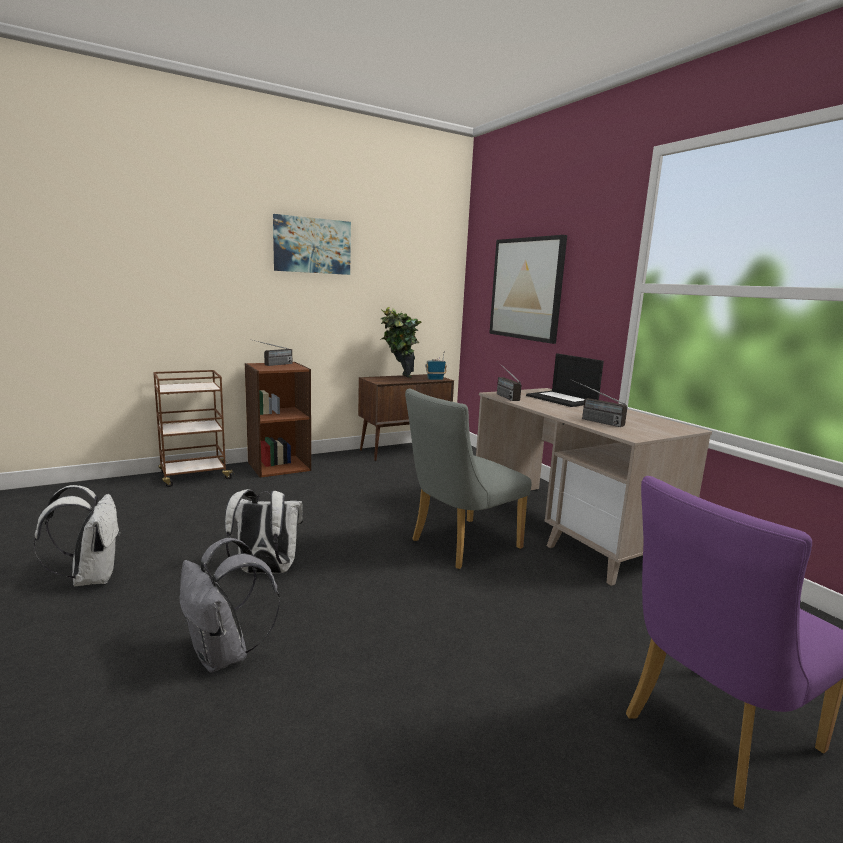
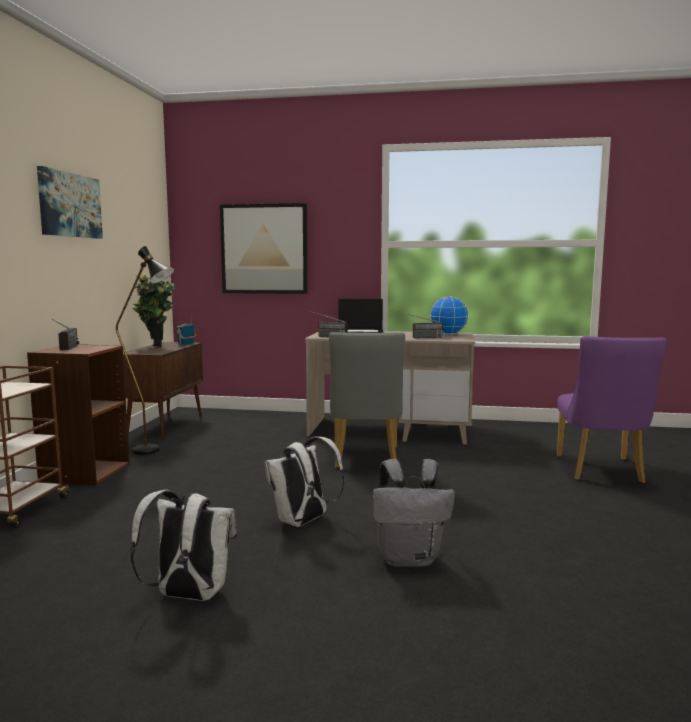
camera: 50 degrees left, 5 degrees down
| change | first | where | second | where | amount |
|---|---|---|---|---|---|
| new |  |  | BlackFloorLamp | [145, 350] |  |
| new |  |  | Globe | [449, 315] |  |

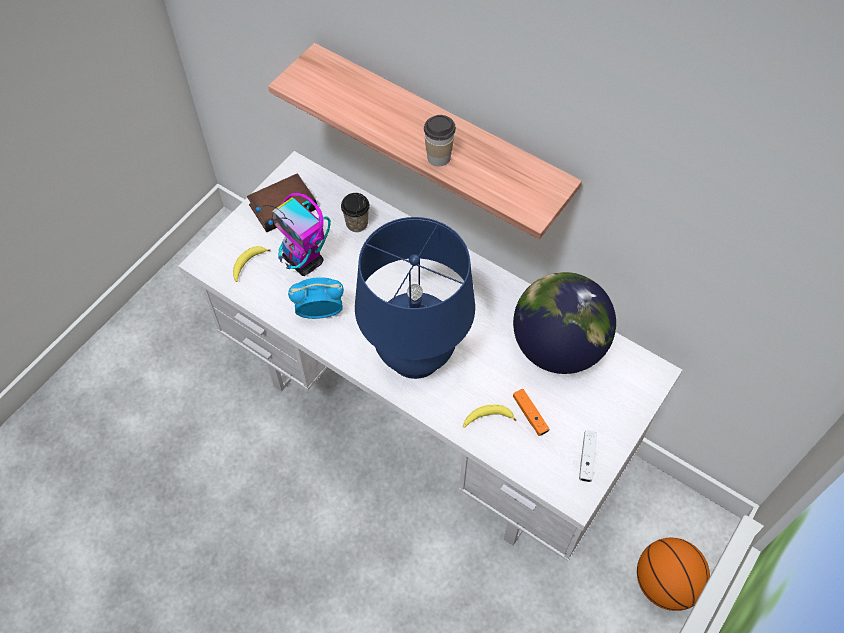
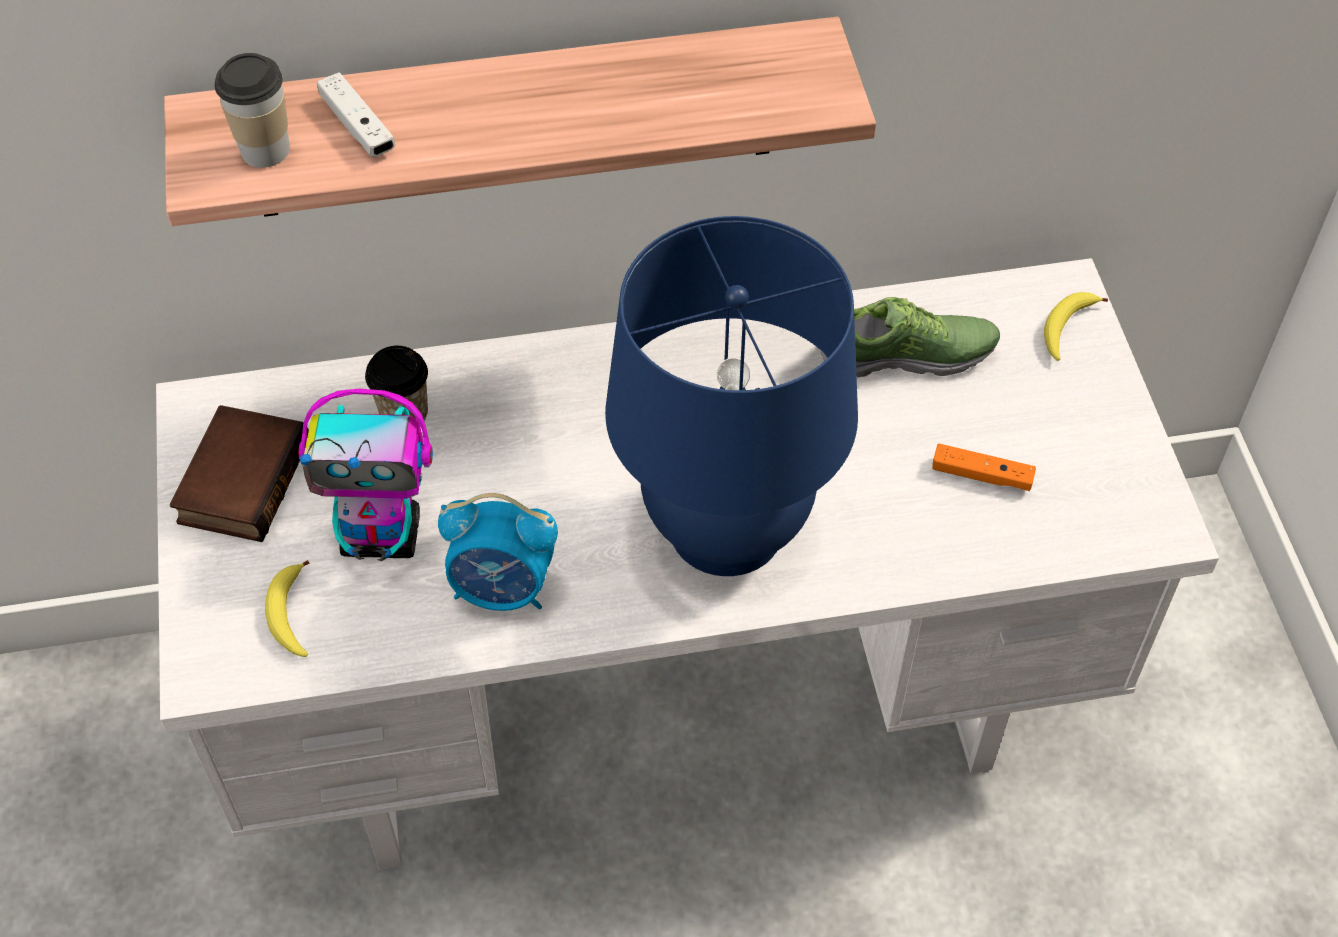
camera: 45 degrees left, 5 degrees down
| change | first | where | second | where | amount |
|---|---|---|---|---|---|
| gone | Basketball | [673, 574] |  |  |  |
| shifted | Cup | [440, 140] |  | [252, 110] |  |
| shifted | Banana | [490, 416] |  | [1076, 326] |  |
| shifted | WhiteGameController | [588, 456] |  | [356, 114] |  |
| swapped | Globe | [564, 323] | Shoe | [910, 337] |  |
| rotated | AlarmClock | [316, 298] |  | [498, 552] | 120 degrees counterclockwise |

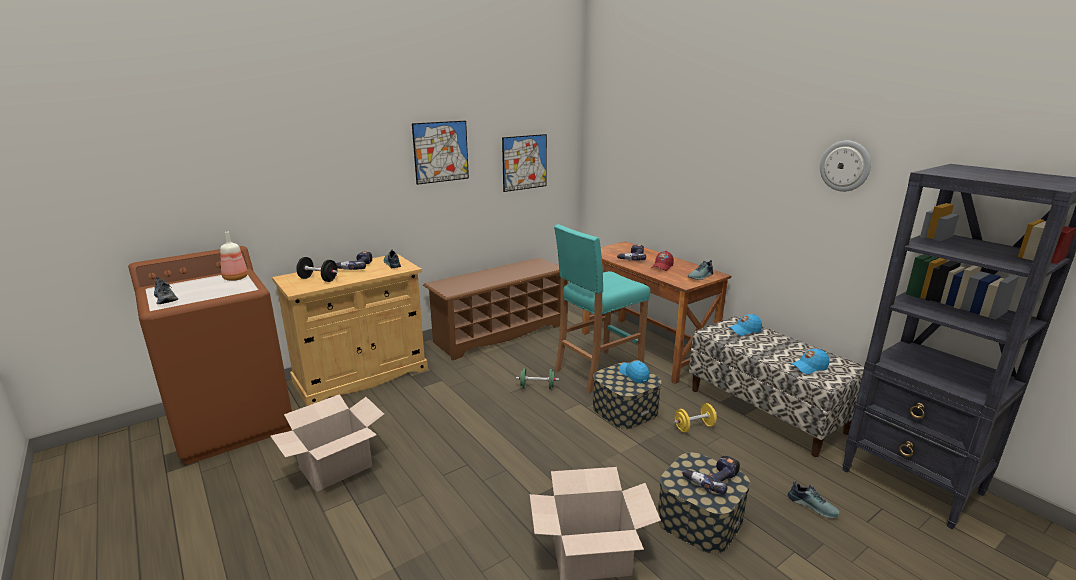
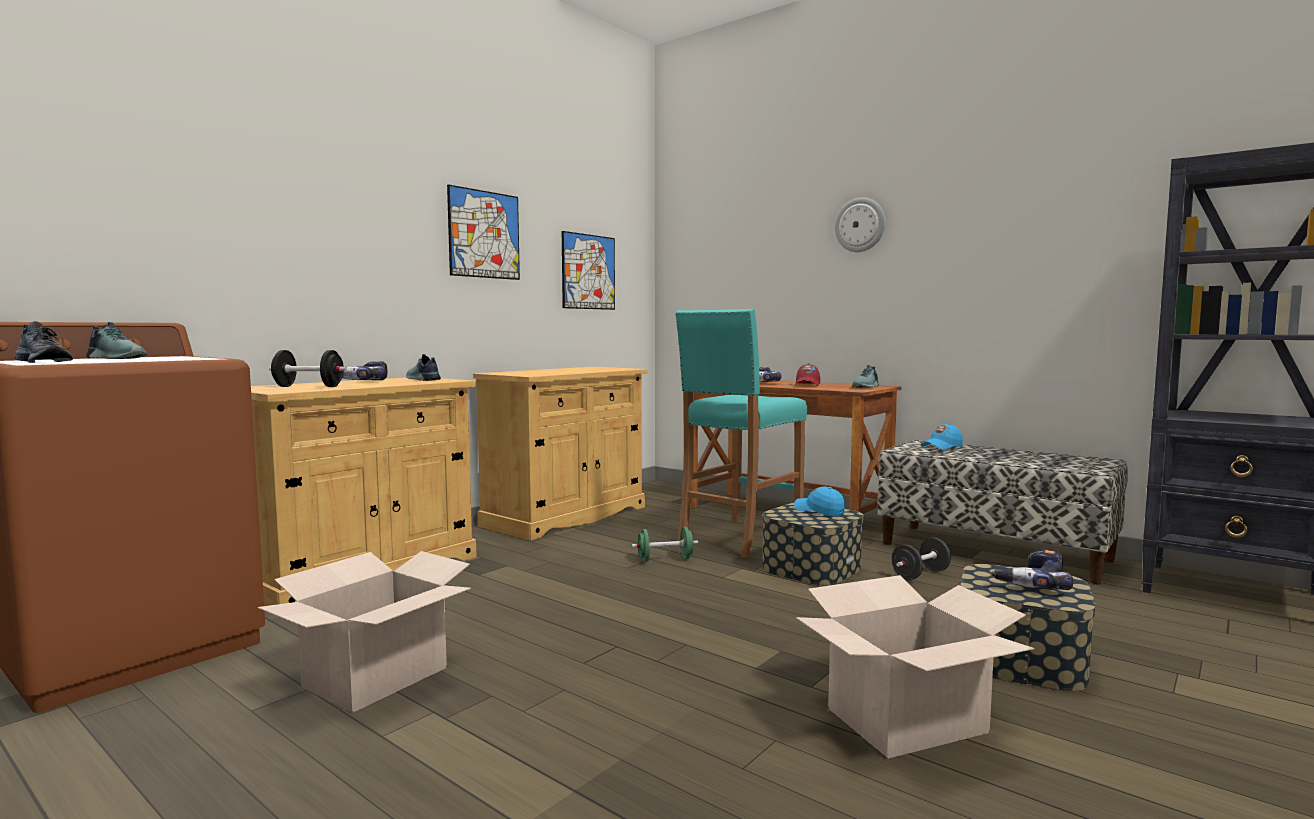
camera: 15 degrees left, 15 degrees down
| change | first | where | second | where | amount |
|---|---|---|---|---|---|
| gone | Bottle | [234, 256] |  |  |  |
| gone | BlueCap | [809, 361] |  |  |  |
| shifted | Shoe | [814, 499] |  | [116, 340] |  |
| shifted | WallClock | [845, 166] |  | [860, 224] |  |
| swapped | BrownShoeRack | [492, 309] | BeigeCabinet | [560, 453] |  |
| repainted | YellowDumbbell | [695, 418] | BlackDumbbell | [921, 558] |  |

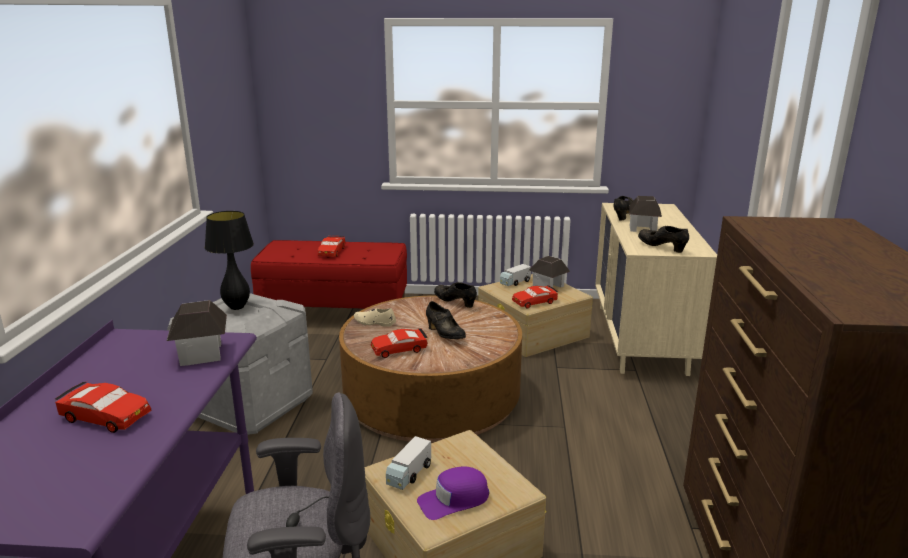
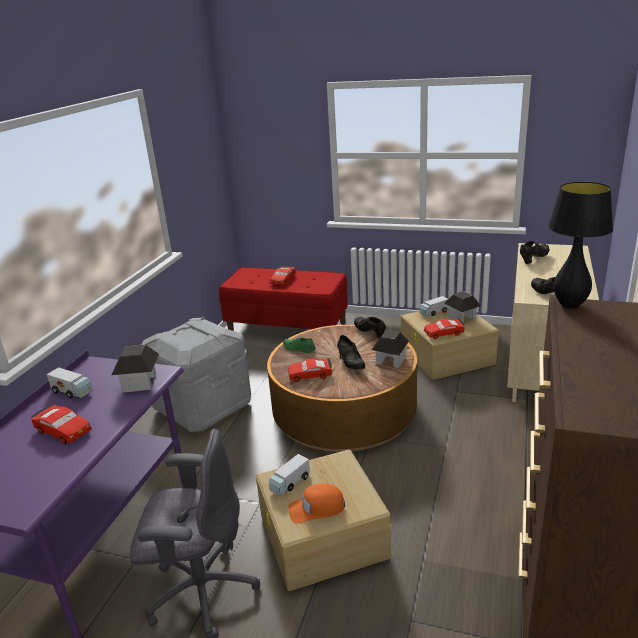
camera: 15 degrees right, 5 degrees up
| change | first | where | second | where | amount |
|---|---|---|---|---|---|
| new |  |  | ToyTruck | [70, 382] |  |
| shifted | BlackTableLamp | [229, 260] |  | [580, 245] |  |
| shifted | ToyHouse | [645, 214] |  | [390, 349] |  |
| repainted | BeigeShoe | [375, 317] | GreenShoe | [299, 345] |  |
| repainted | PurpleCap | [453, 493] | OrangeCap | [316, 503] |  |

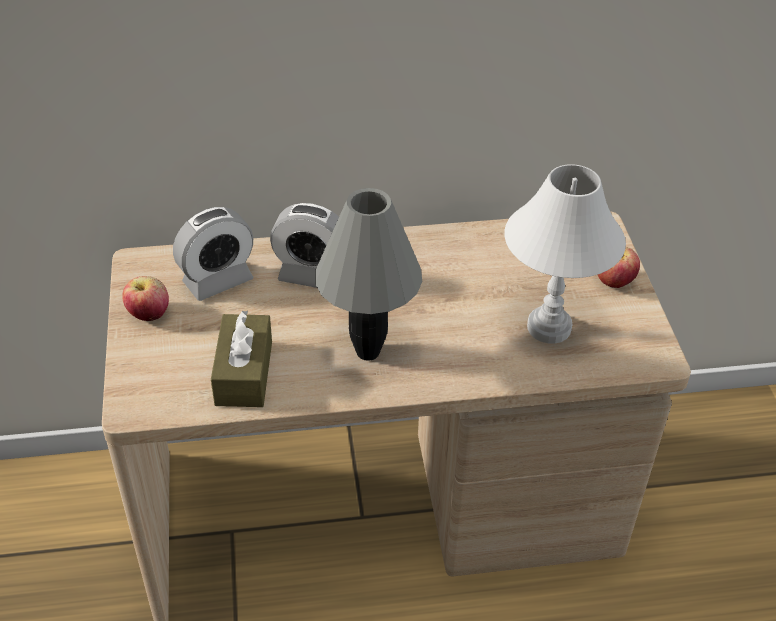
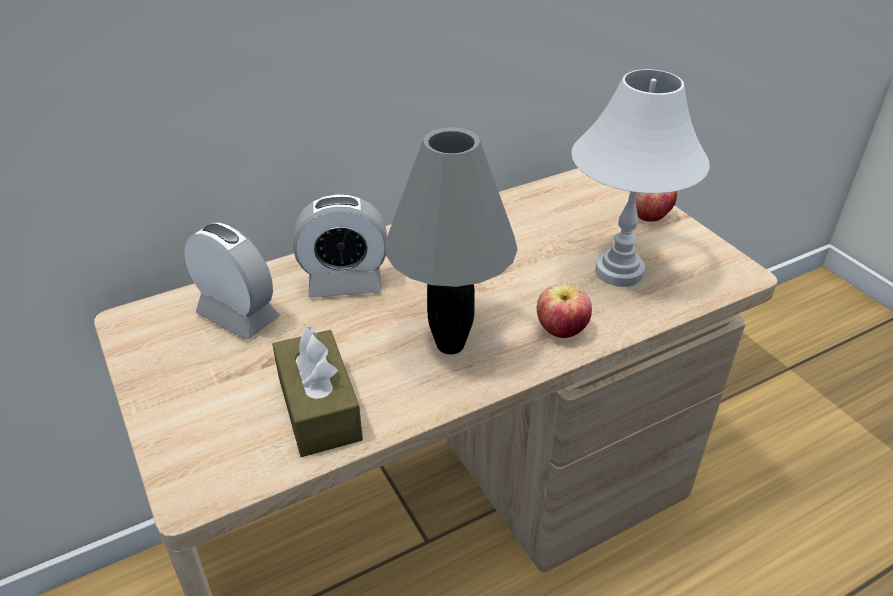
camera: 20 degrees left, 5 degrees down
| change | first | where | second | where | amount |
|---|---|---|---|---|---|
| shifted | Apple | [145, 298] |  | [564, 311] |  |
| rotated | AlarmClock | [213, 254] |  | [232, 281] | 90 degrees counterclockwise |

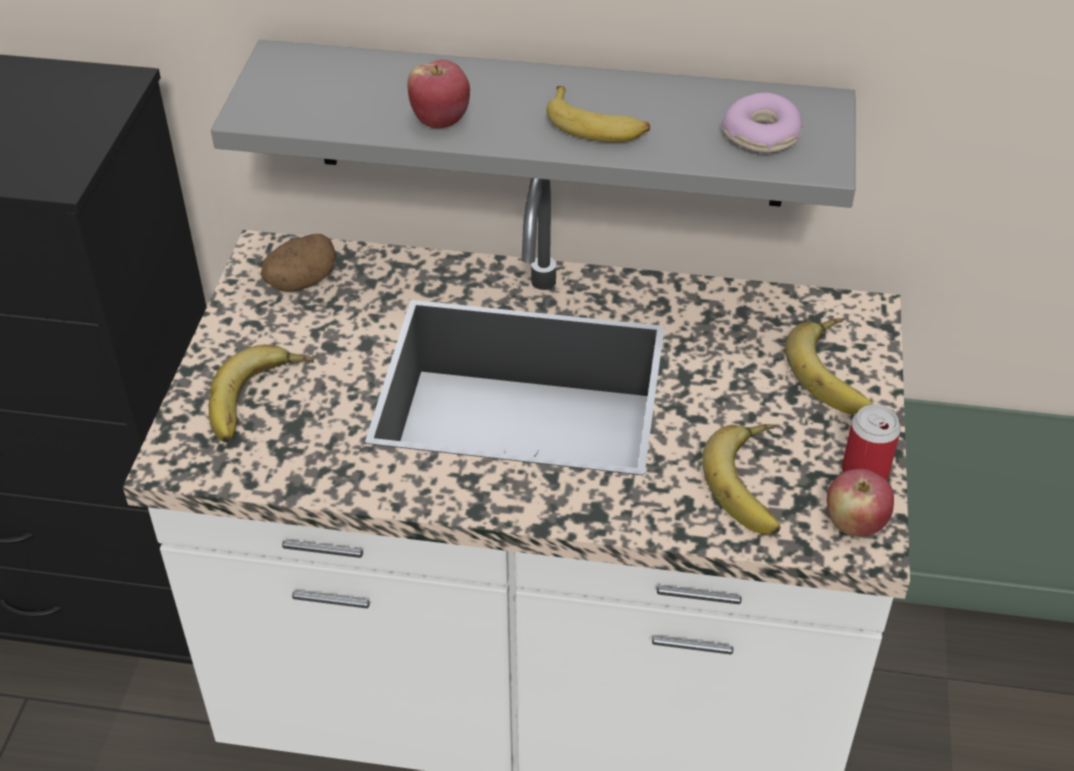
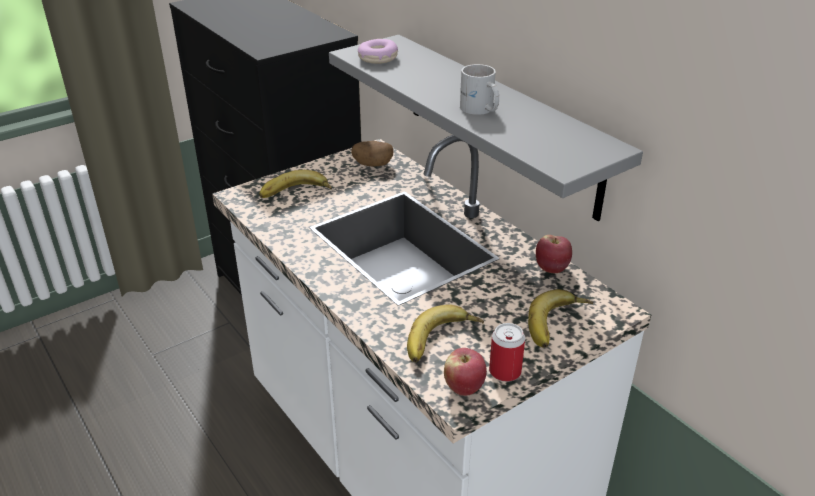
camera: 45 degrees right, 10 degrees down
| change | first | where | second | where | amount |
|---|---|---|---|---|---|
| shifted | Apple | [438, 93] |  | [554, 254] |  |
| shifted | Donut | [762, 122] |  | [378, 51] |  |
| swapped | Banana | [598, 114] | WhiteMug | [479, 89] |  |

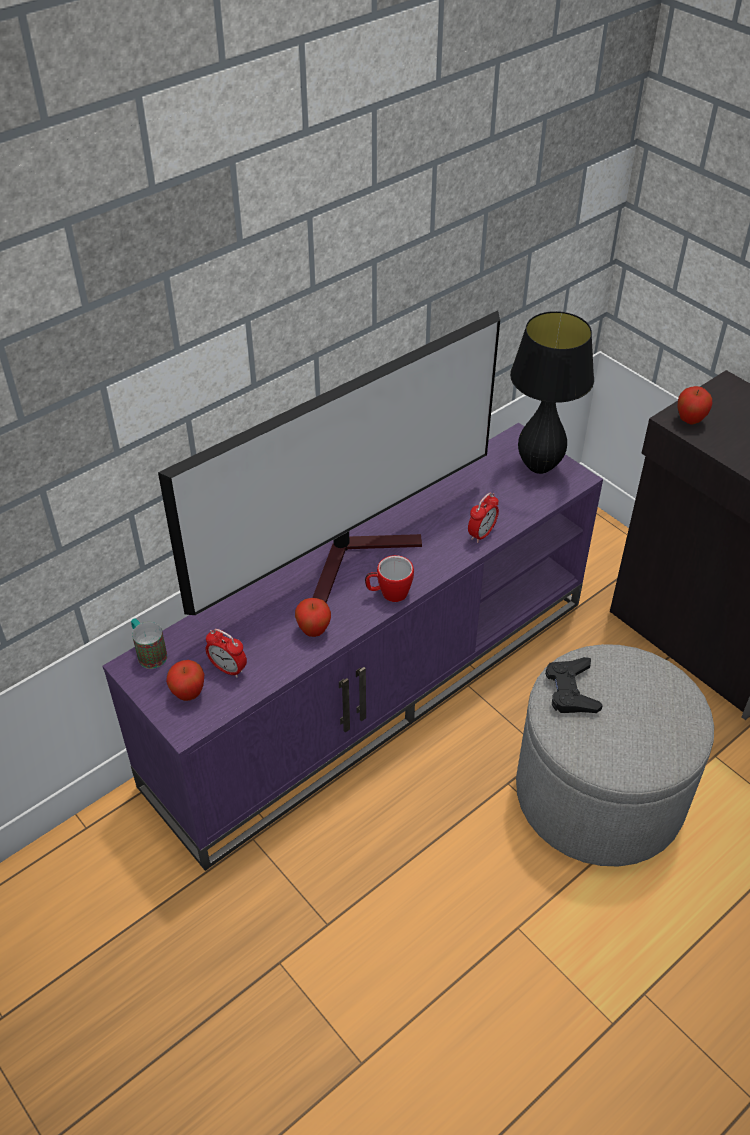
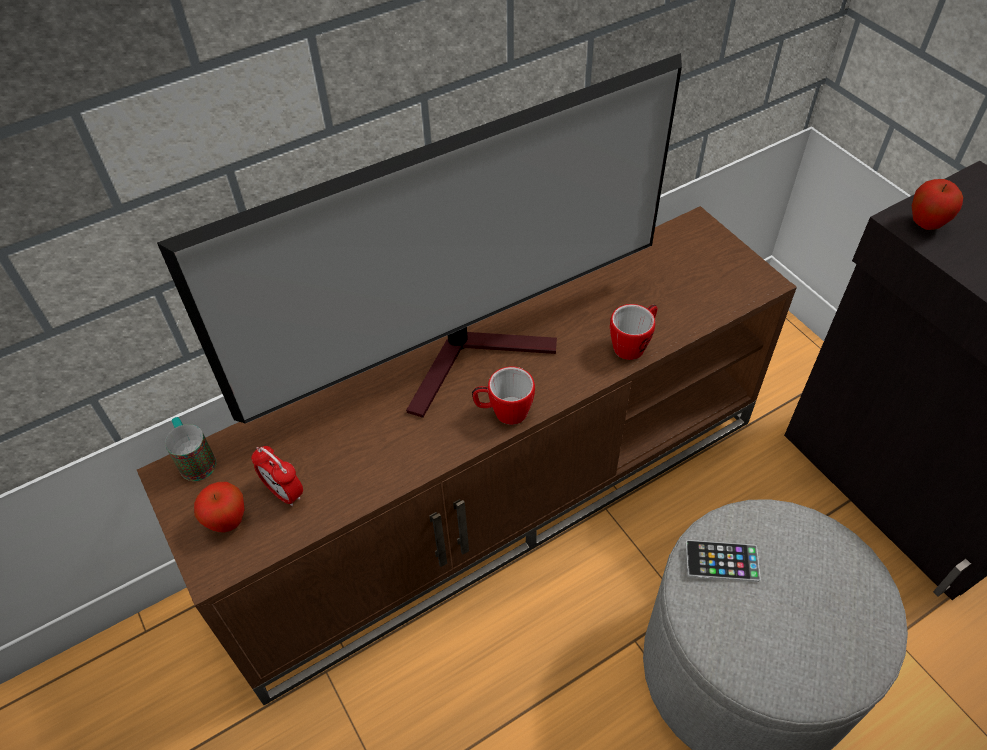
camera: 10 degrees right, 5 degrees up
| change | first | where | second | where | amount |
|---|---|---|---|---|---|
| gone | Apple | [313, 617] |  |  |  |
| gone | BlackTableLamp | [552, 392] |  |  |  |
| swapped | AlarmClock | [483, 518] | Mug | [633, 332] |  |
| swapped | BlackGameController | [574, 685] | Phone | [723, 561] |  |
| repainted | PurpleTvStand | [352, 647] | BrownTvStand | [467, 455] |  |

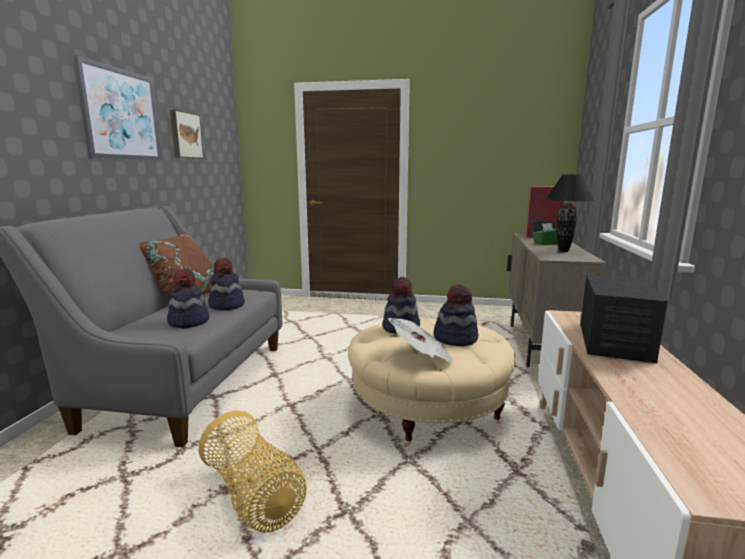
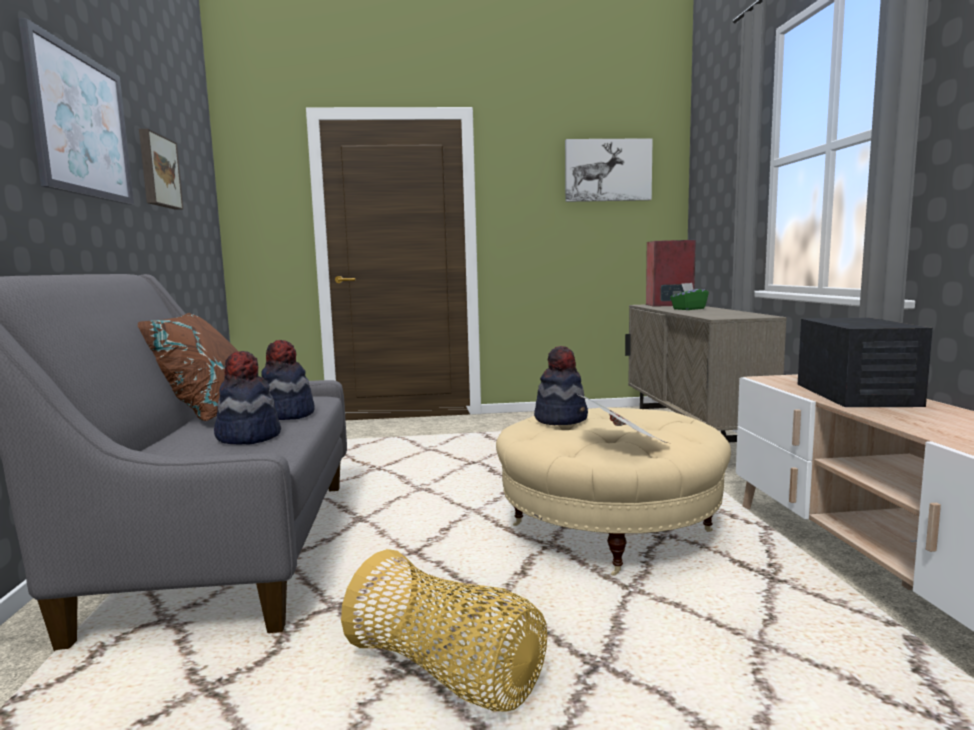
camera: 15 degrees left, 5 degrees down
| change | first | where | second | where | amount |
|---|---|---|---|---|---|
| gone | Hat | [456, 315] |  |  |  |
| gone | BlackTableLamp | [570, 213] |  |  |  |
| new |  |  | Picture | [609, 170] |  |

